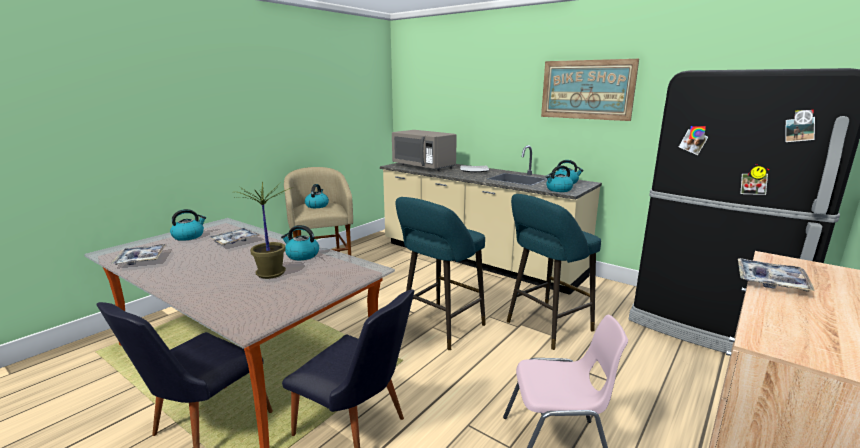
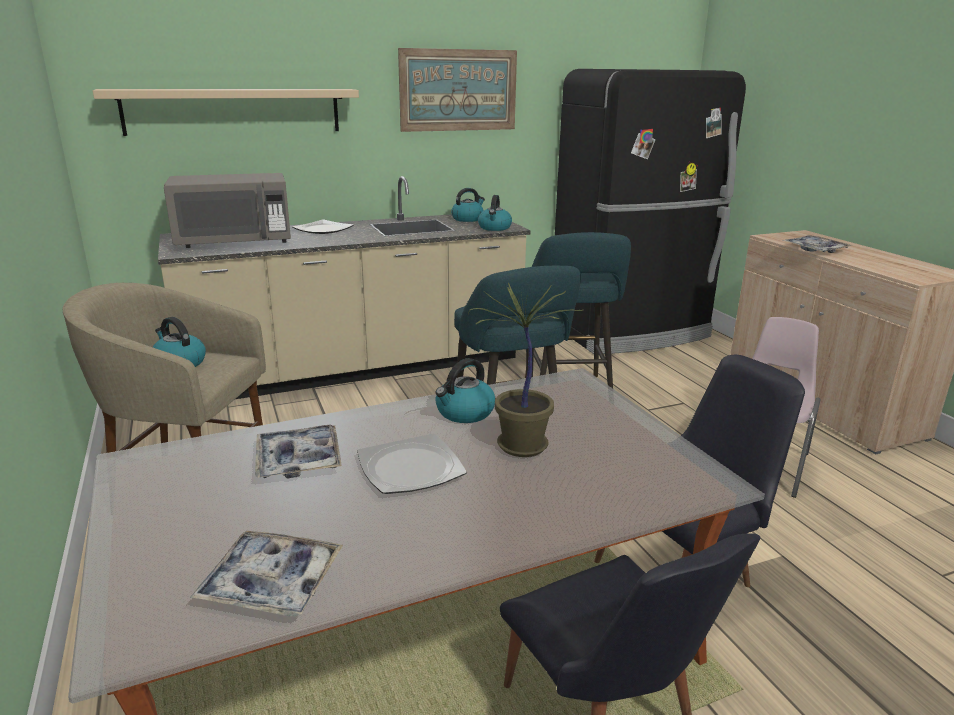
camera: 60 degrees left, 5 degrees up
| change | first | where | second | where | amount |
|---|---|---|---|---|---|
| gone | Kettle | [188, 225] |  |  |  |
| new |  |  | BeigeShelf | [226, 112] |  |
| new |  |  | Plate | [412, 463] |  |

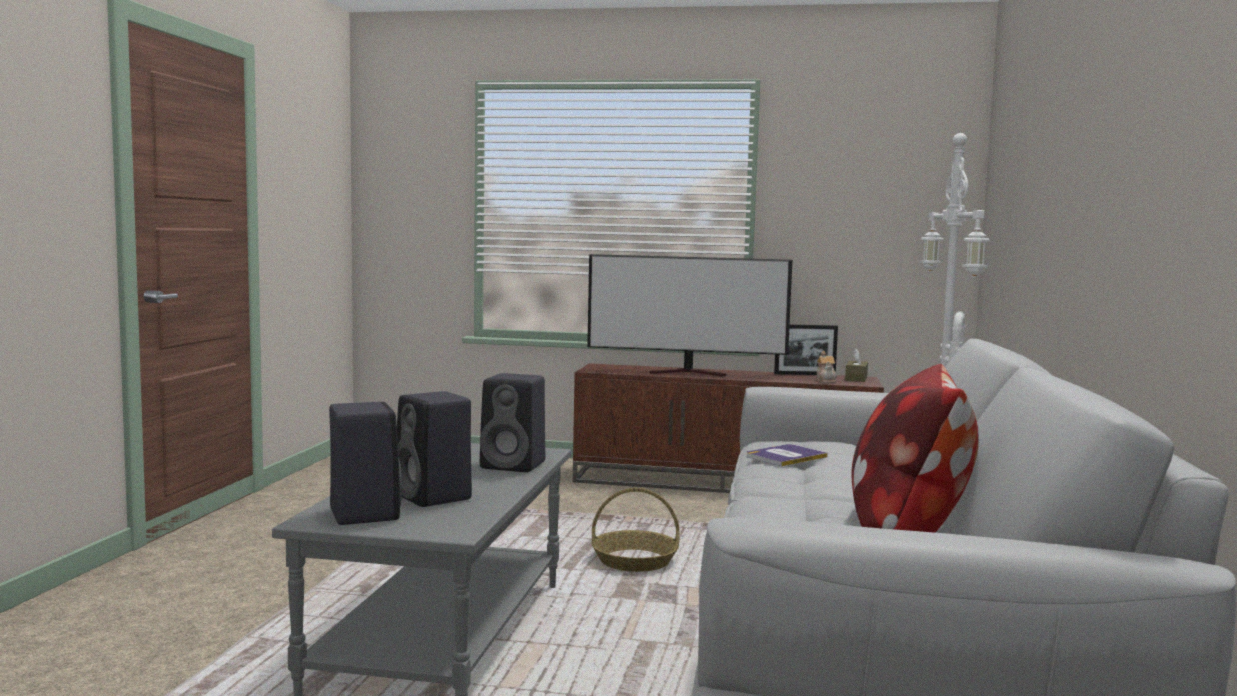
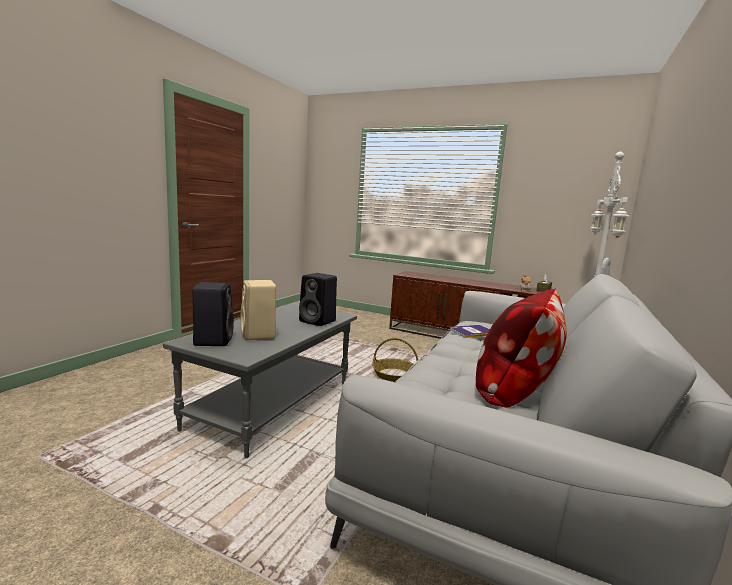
camera: 15 degrees right, 5 degrees up
| change | first | where | second | where | amount |
|---|---|---|---|---|---|
| gone | Television | [689, 315] |  |  |  |
| gone | PictureFrame | [806, 350] |  |  |  |
| repainted | BlackSpeaker | [434, 449] | BeigeSpeaker | [258, 310] |  |

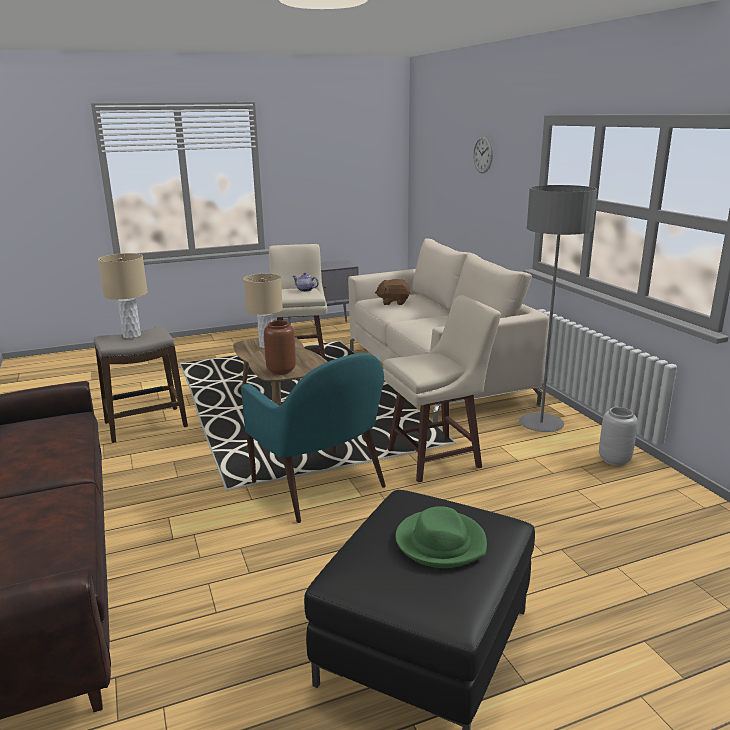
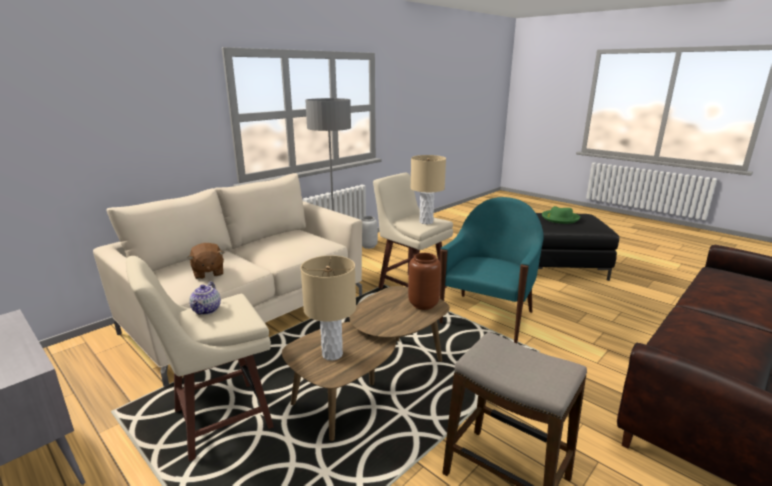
camera: 115 degrees left, 0 degrees up
| change | first | where | second | where | amount |
|---|---|---|---|---|---|
| gone | WallClock | [483, 154] |  |  |  |
| shifted | BeigeTableLamp | [123, 296] |  | [428, 189] |  |

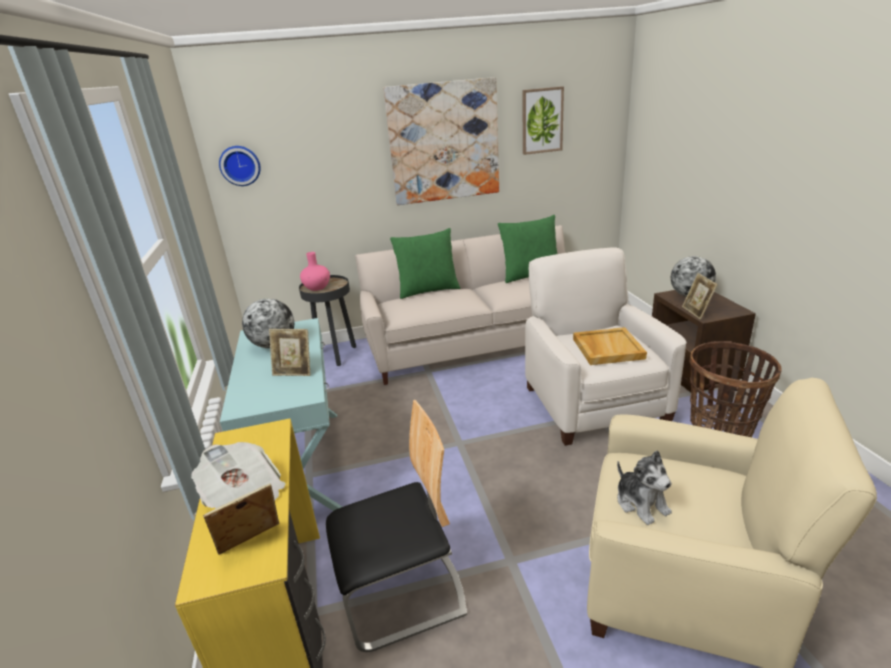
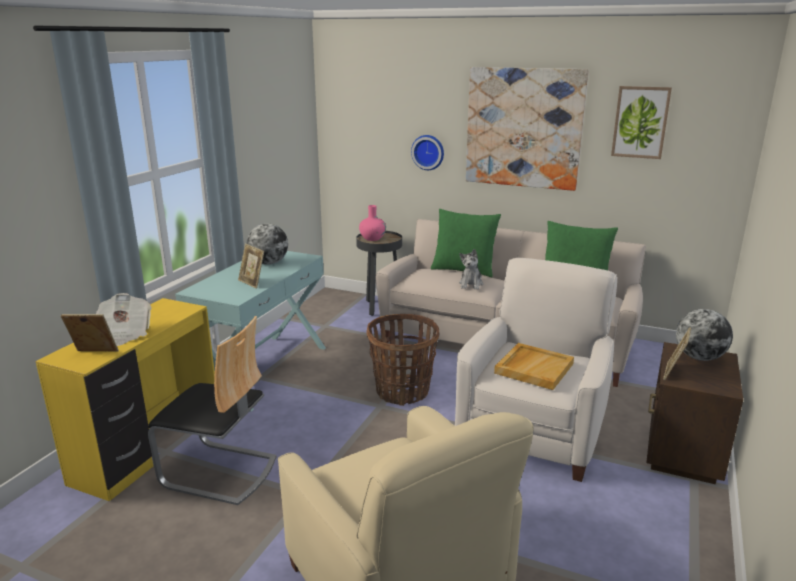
camera: 35 degrees right, 5 degrees down
| change | first | where | second | where | amount |
|---|---|---|---|---|---|
| shifted | WallClock | [240, 166] |  | [427, 152] |  |
| shifted | PlushToy | [644, 488] |  | [471, 269] |  |
| shifted | Basket | [735, 389] |  | [402, 360] |  |

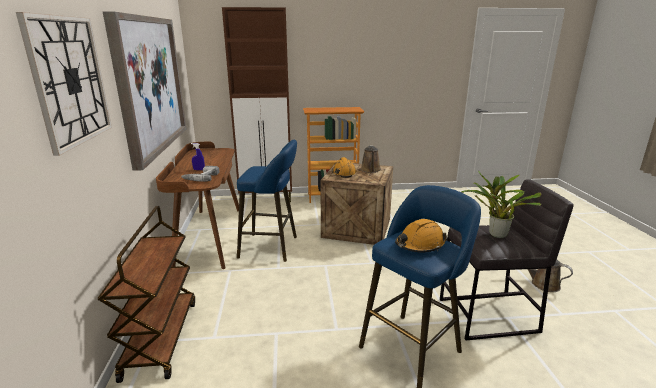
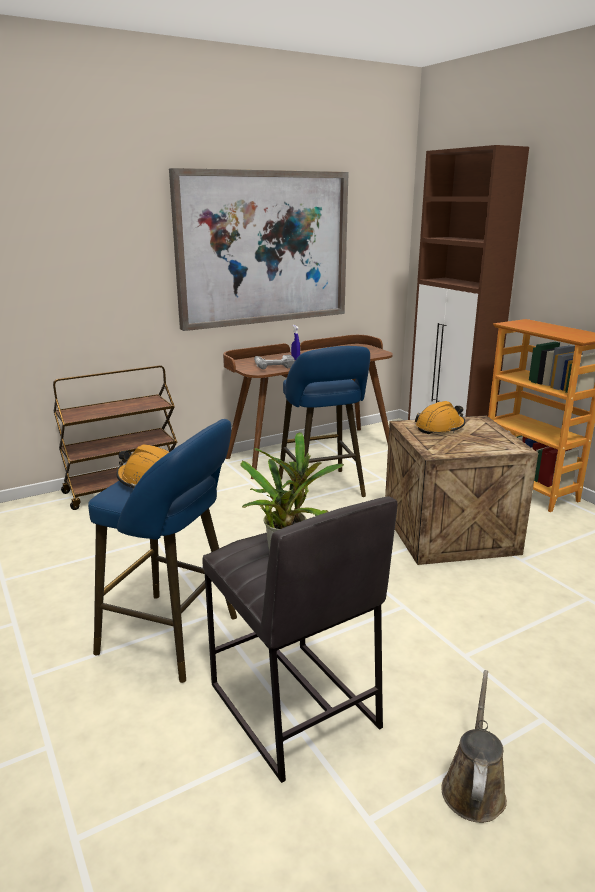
camera: 65 degrees right, 0 degrees up
| change | first | where | second | where | amount |
|---|---|---|---|---|---|
| gone | WallClock | [64, 84] |  |  |  |
| gone | BrownWateringCan | [370, 159] |  |  |  |

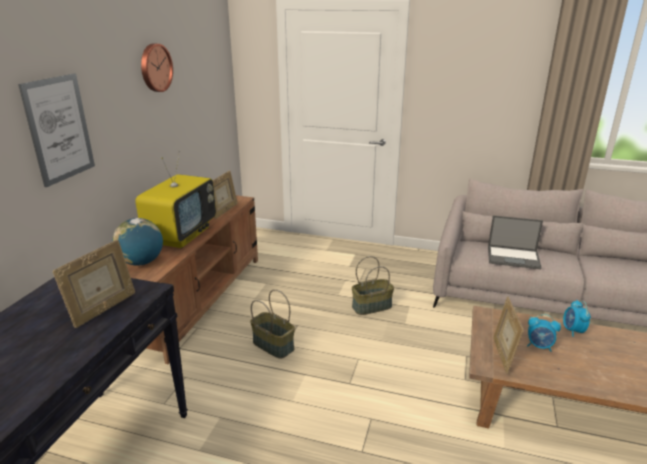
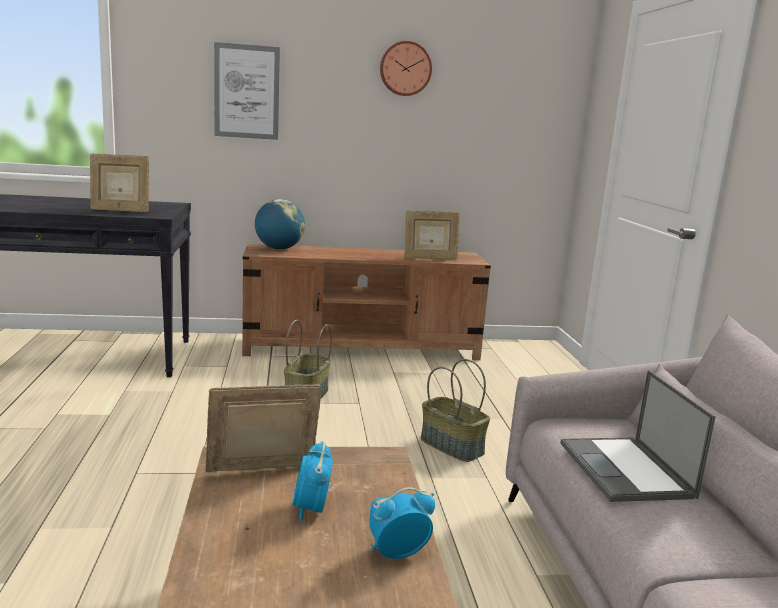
camera: 65 degrees right, 10 degrees down
| change | first | where | second | where | amount |
|---|---|---|---|---|---|
| gone | Television | [175, 199] |  |  |  |

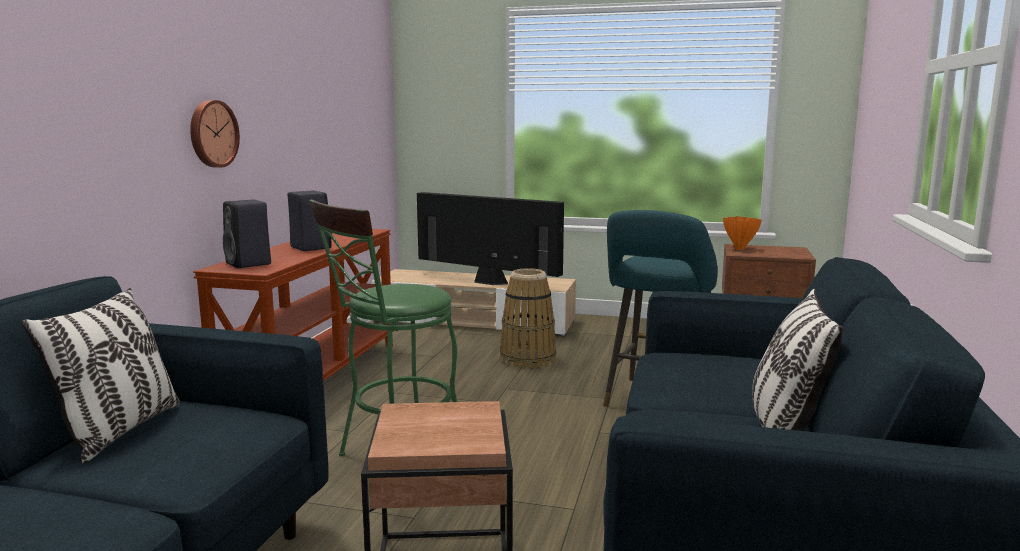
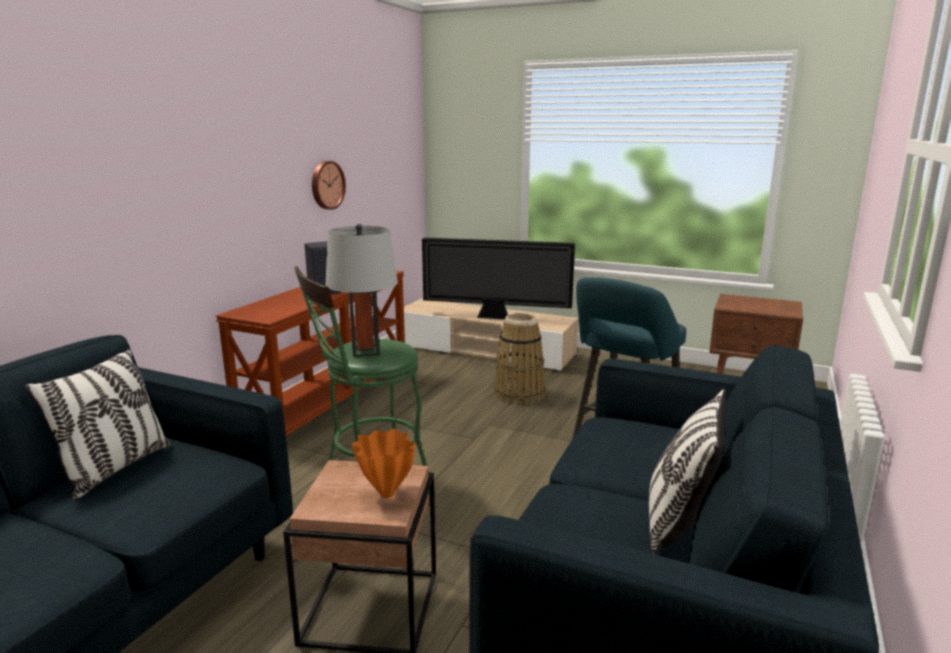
camera: 10 degrees right, 5 degrees up
| change | first | where | second | where | amount |
|---|---|---|---|---|---|
| gone | BlackSpeaker | [247, 233] |  |  |  |
| new |  |  | GreyTableLamp | [361, 290] |  |
| shifted | WallClock | [215, 134] |  | [329, 185] |  |
| shifted | OrangeVase | [742, 233] |  | [383, 463] |  |
| rotated | Television | [490, 238] |  | [498, 278] | 150 degrees clockwise |

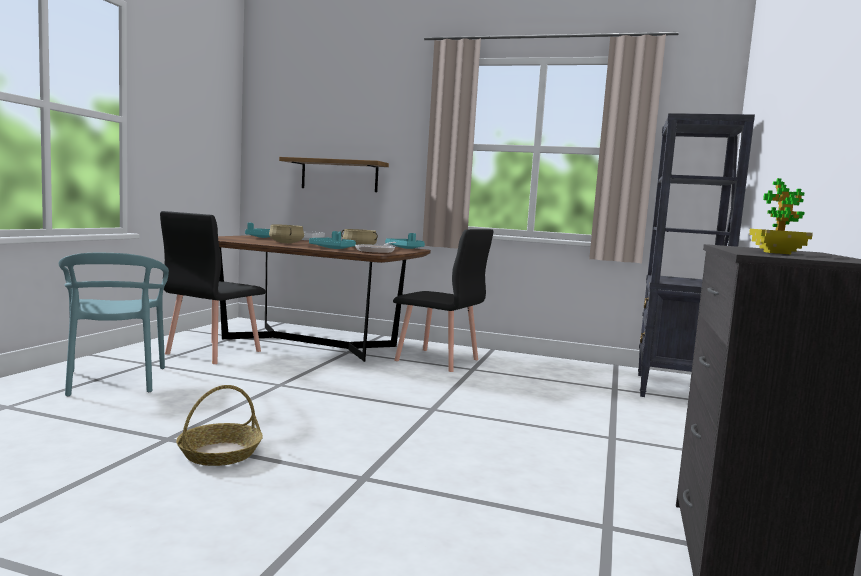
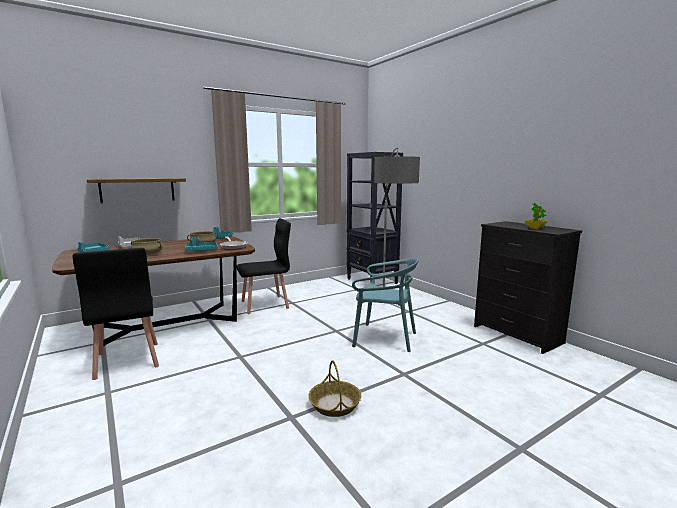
camera: 50 degrees left, 5 degrees up
| change | first | where | second | where | amount |
|---|---|---|---|---|---|
| new |  |  | FloorLamp | [397, 217] |  |
| shifted | TurquoiseChair | [113, 324] |  | [385, 305] |  |

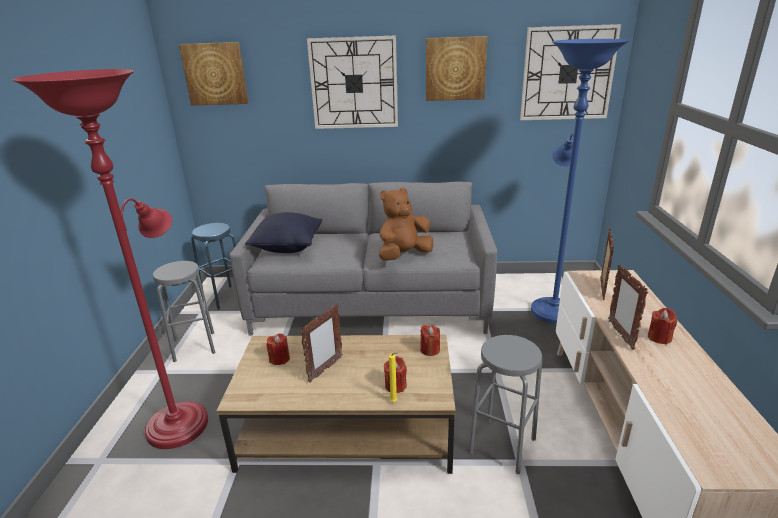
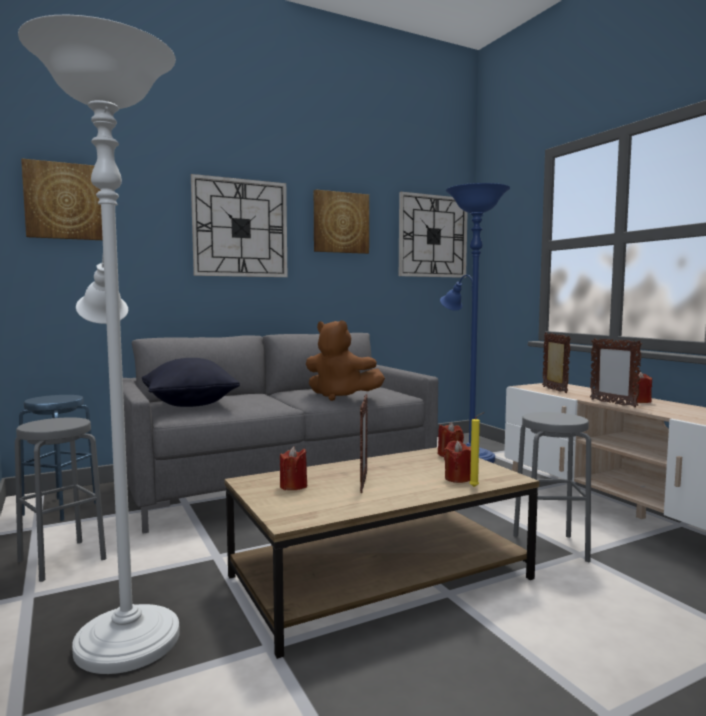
camera: 30 degrees left, 20 degrees down
| change | first | where | second | where | amount |
|---|---|---|---|---|---|
| repainted | RedFloorLamp | [110, 259] | WhiteFloorLamp | [99, 344] |  |
| rotated | BrownPlushToy | [406, 224] |  | [345, 360] | 90 degrees counterclockwise |

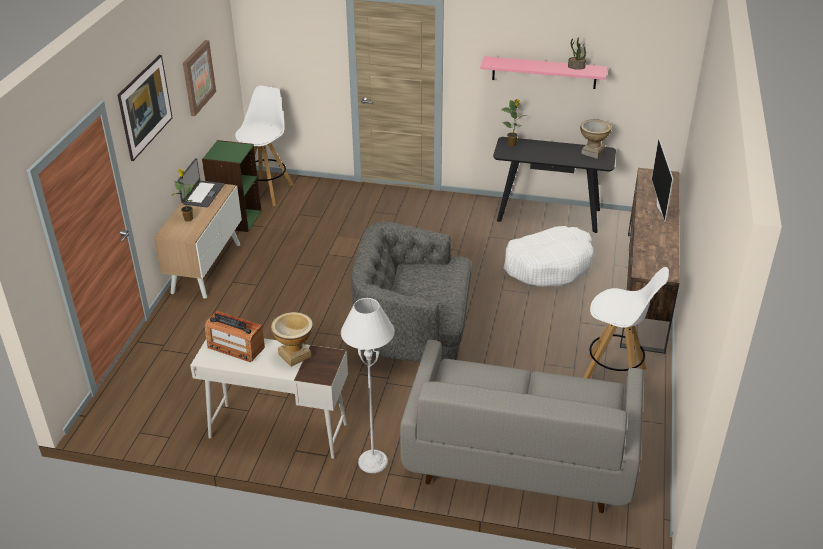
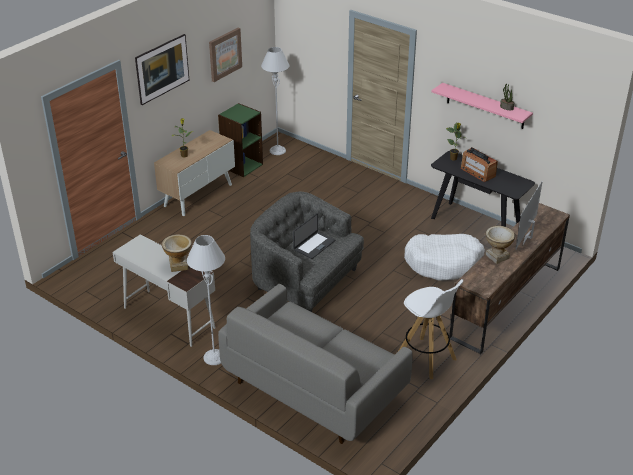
camera: 25 degrees right, 0 degrees up
| change | first | where | second | where | amount |
|---|---|---|---|---|---|
| shifted | Laptop | [201, 182] |  | [314, 236] |  |
| shifted | Radio | [235, 336] |  | [479, 164] |  |
| shifted | Vase | [596, 139] |  | [500, 245] |  |
| swapped | WhiteStool | [264, 146] | GreyFloorLamp | [275, 101] |  |

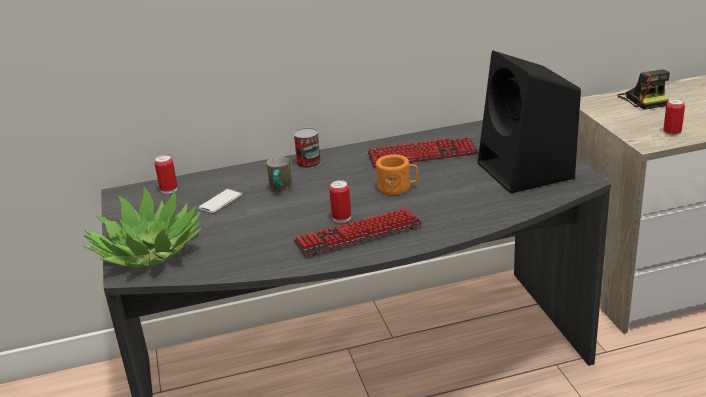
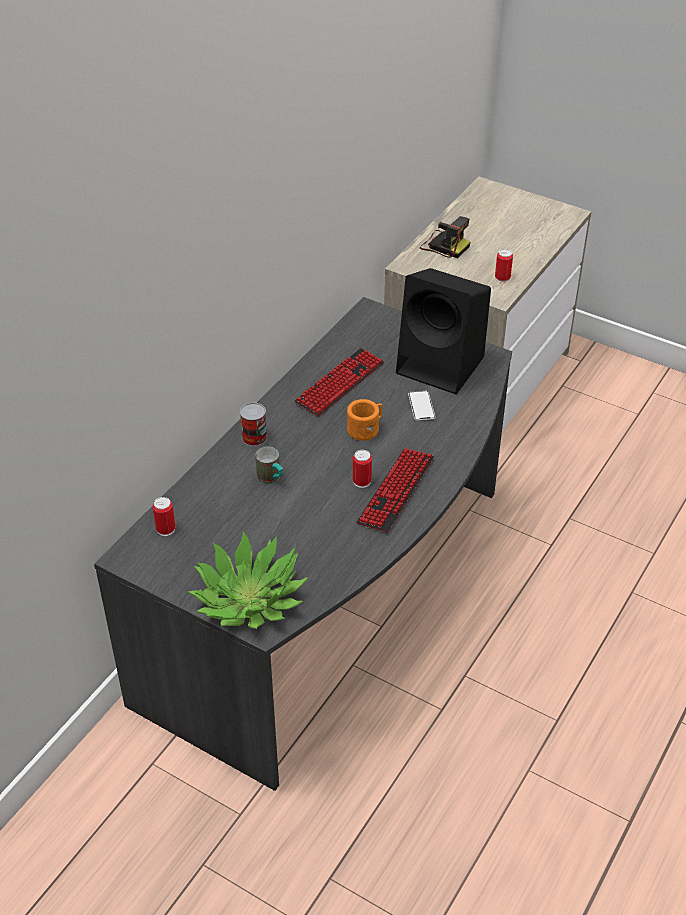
camera: 45 degrees left, 15 degrees up
| change | first | where | second | where | amount |
|---|---|---|---|---|---|
| shifted | Phone | [219, 201] |  | [422, 406] |  |

